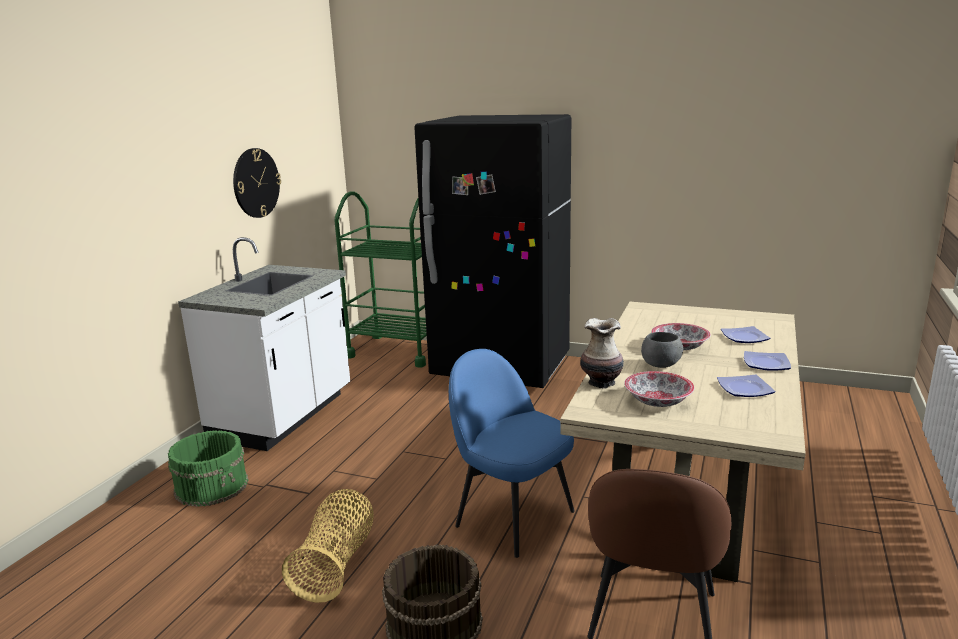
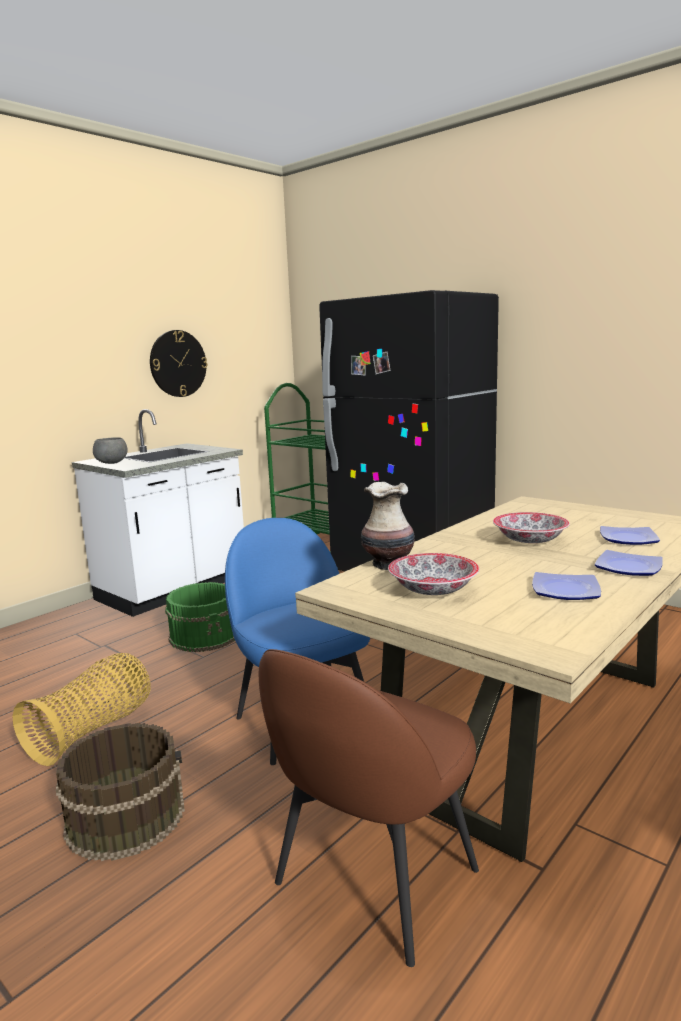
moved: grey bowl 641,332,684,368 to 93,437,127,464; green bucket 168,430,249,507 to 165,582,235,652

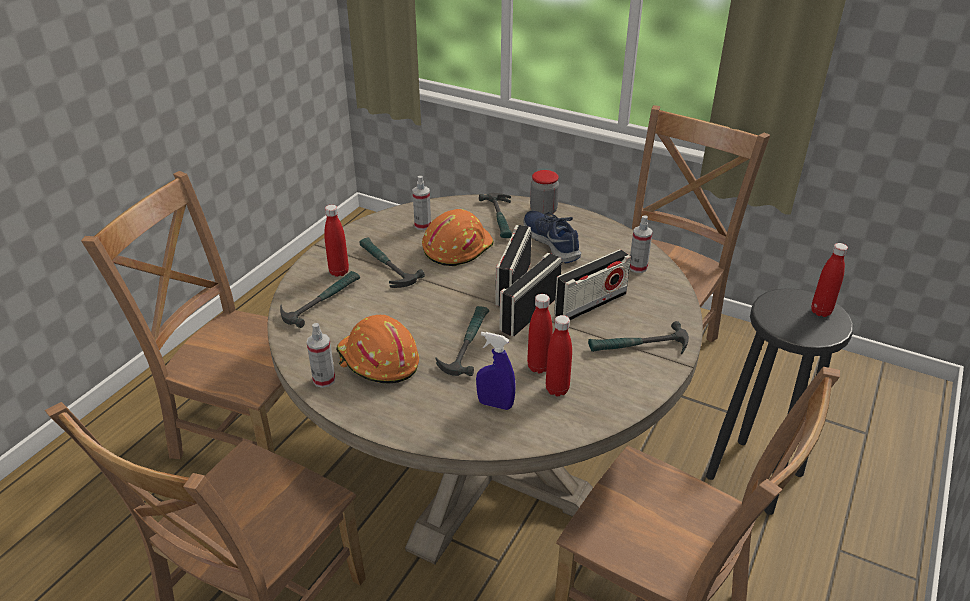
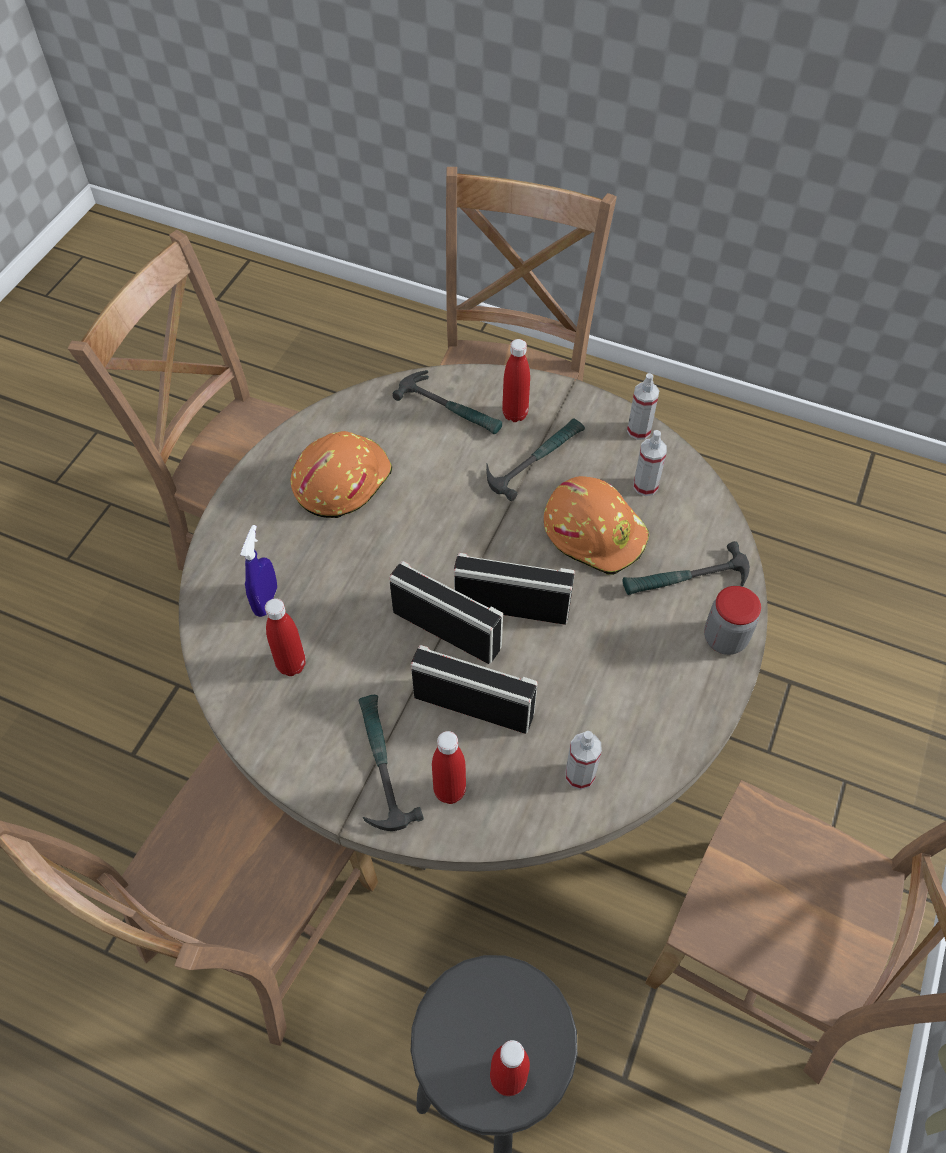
removed: blue shoe 524,211,581,263; hammer 436,306,489,376
moved: red bottle 527,294,553,373 to 432,731,466,804; spray bottle 306,323,335,388 to 627,373,660,440
turned: radio 554,249,631,320 = 411,645,538,734 150 degrees clockwise

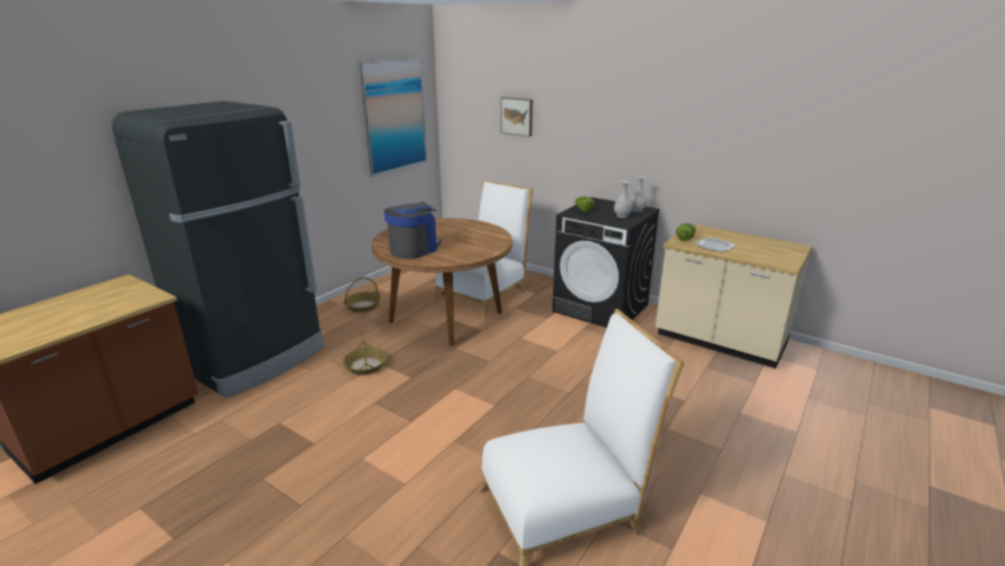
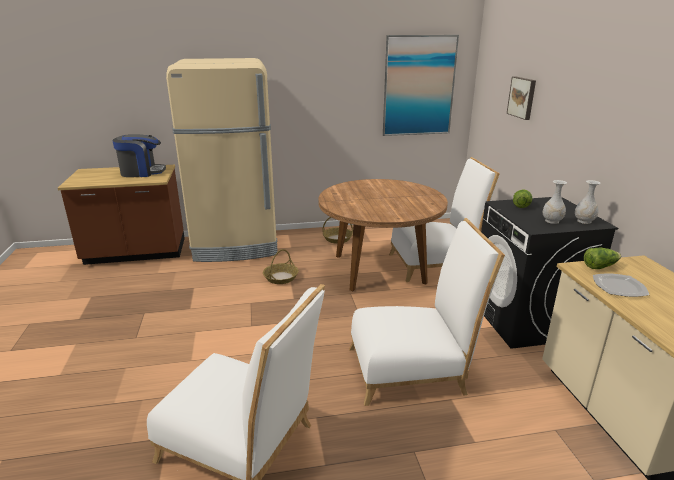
added: white chair 349,218,505,406
moved: coffee machine 384,202,441,259 to 112,134,166,177
recoloured: black fridge 112,101,324,398 to beige fridge 166,58,278,262

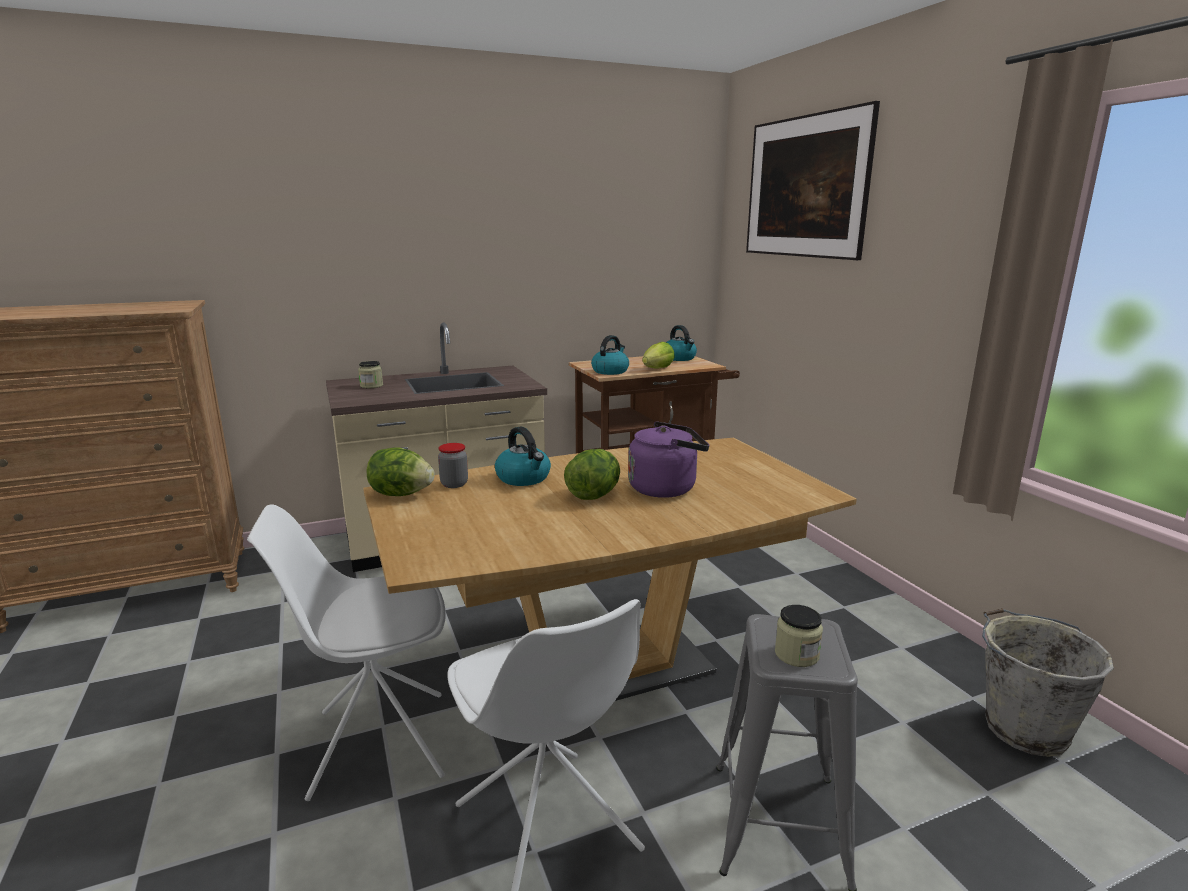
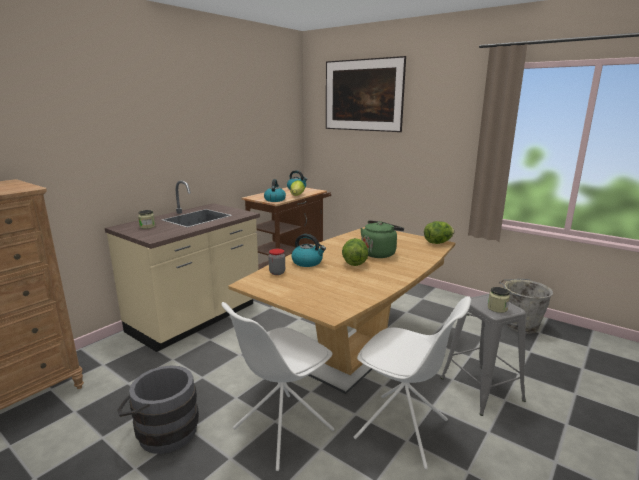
added: grey bucket 117,366,199,454
moved: lettuce 367,448,435,496 to 424,221,455,244
recoloured: purple kettle 628,421,709,498 to green kettle 360,221,404,258

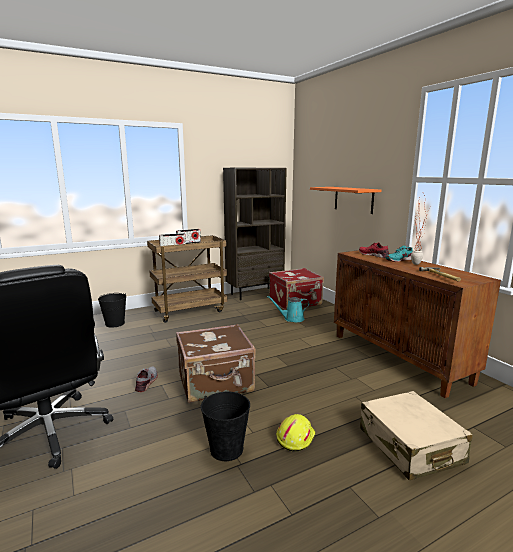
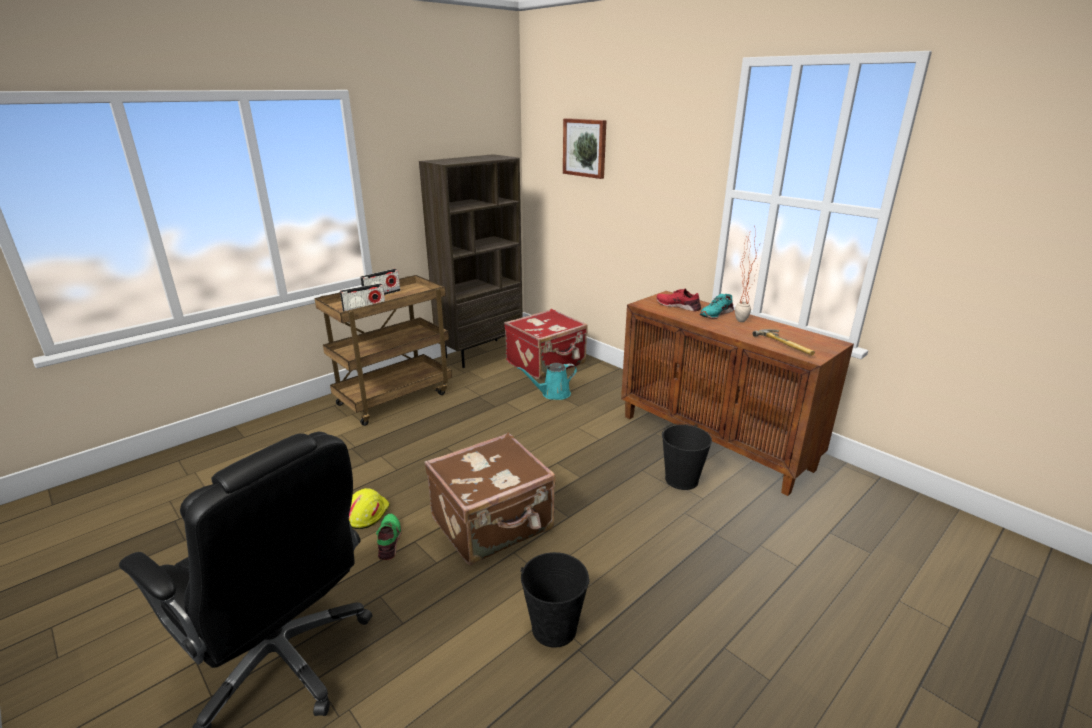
removed: orange shelf 310,187,381,214; beige suitcase 360,391,473,480
added: picture 563,118,607,179
moved: black bucket 98,293,126,328 to 662,424,712,490; yellow hard hat 276,414,315,452 to 349,488,390,529
recoloured: grey shoe 135,367,158,392 to green shoe 376,514,402,560

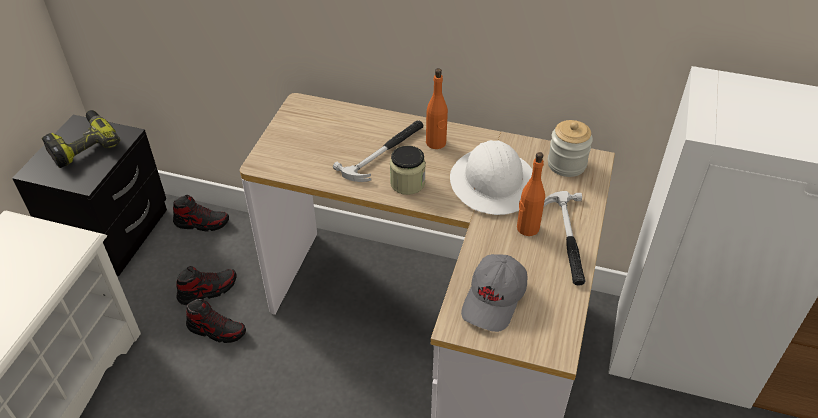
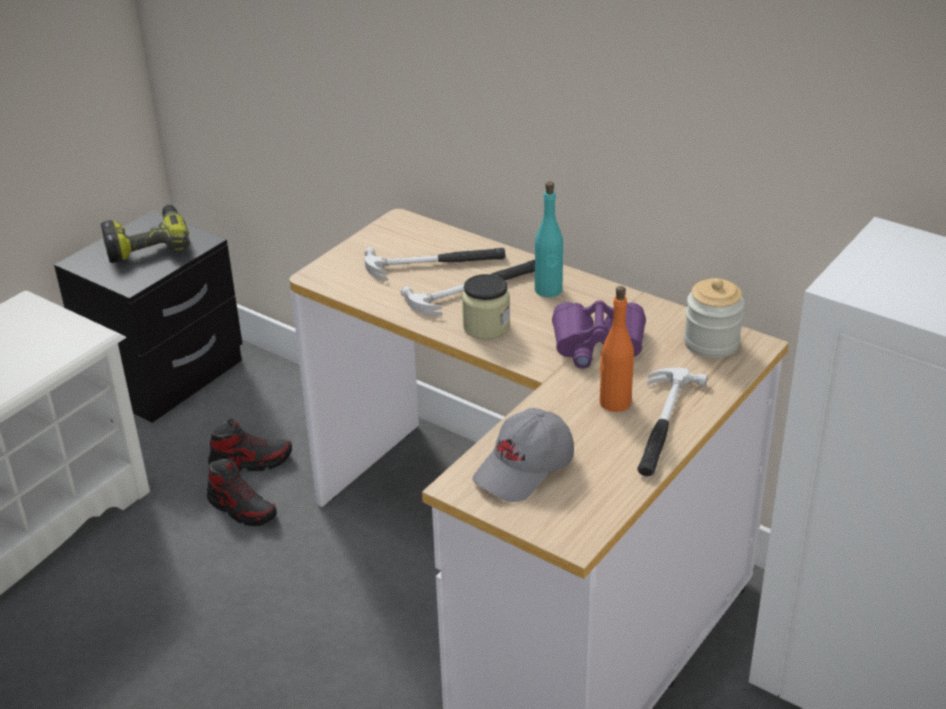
removed: shoe 173,195,229,232
added: hammer 364,247,506,281
replaced: white hard hat 450,140,533,215 to purple binoculars 552,300,646,369
recoloured: orange bottle 426,68,448,149 to turquoise bottle 535,182,563,297

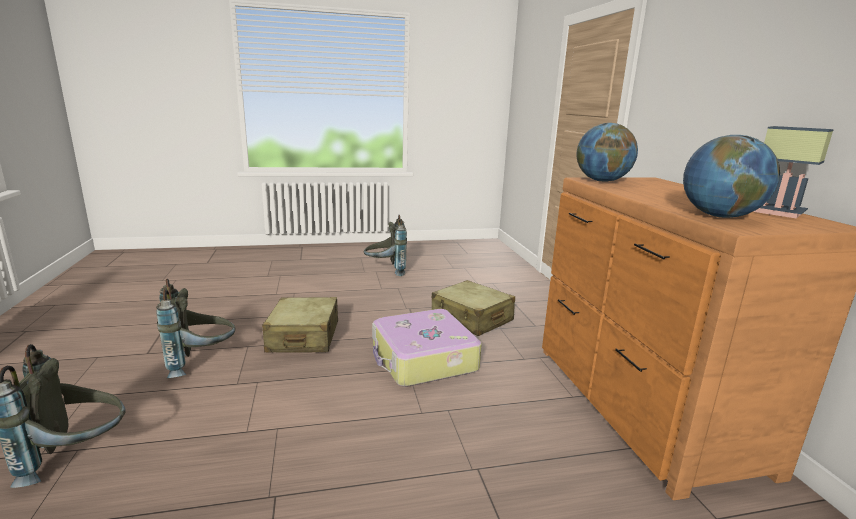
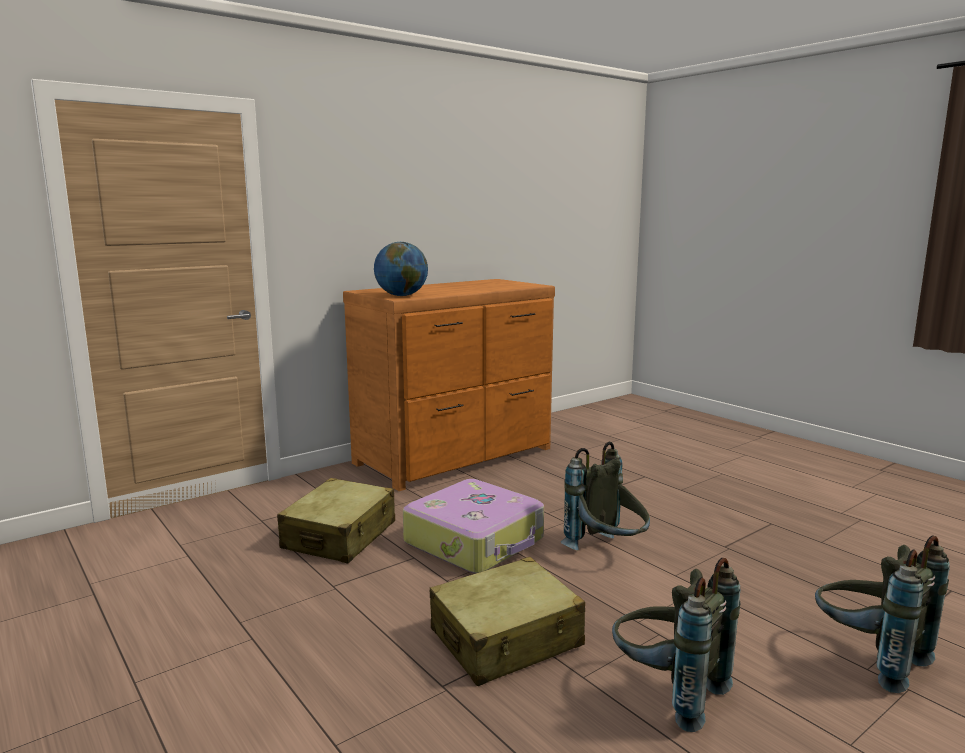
removed: table lamp 753,126,834,218; globe 683,135,780,218
moved: grey backpack 363,215,407,276 to 561,441,650,550

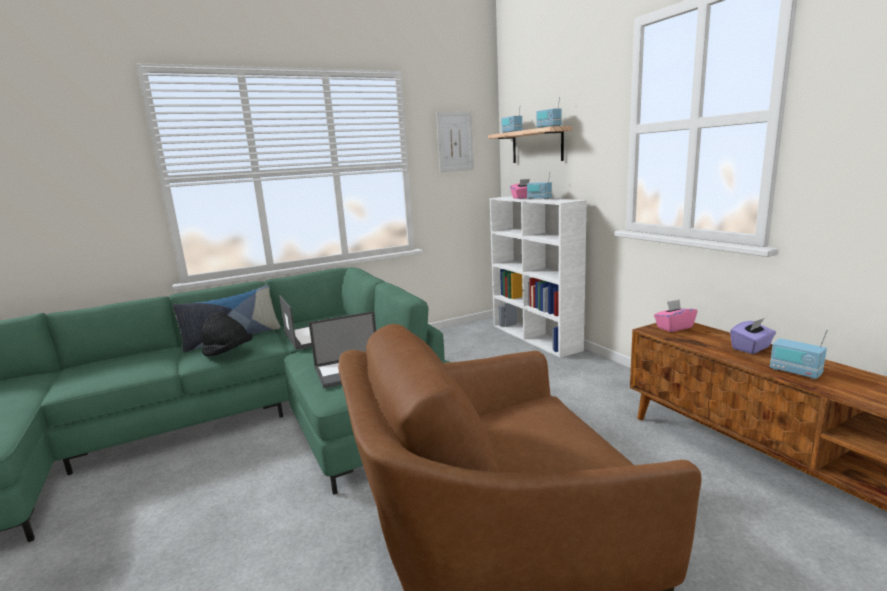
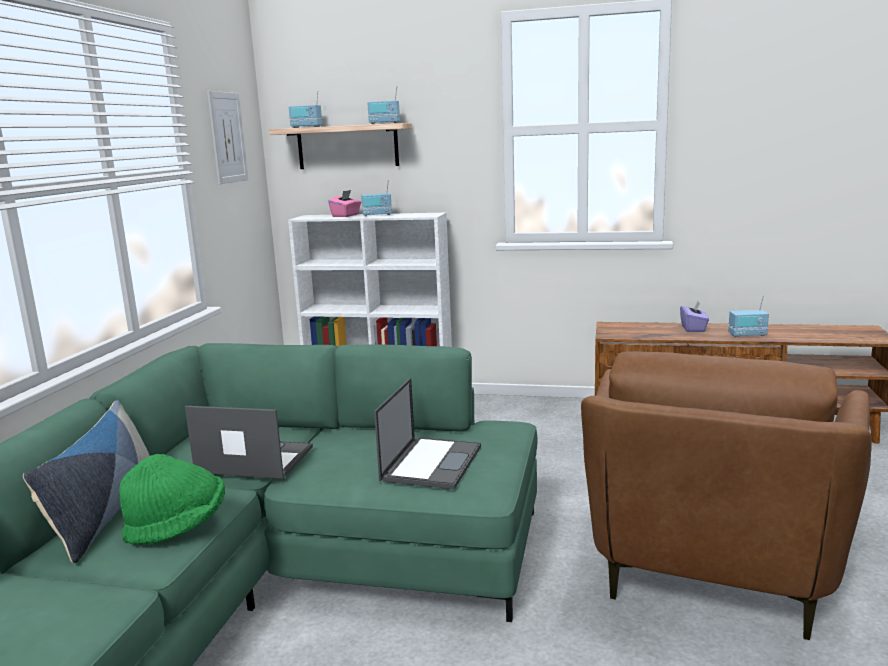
removed: pink tissue box 654,299,698,332
recoloured: black hat 201,312,252,356 to green hat 120,454,225,545

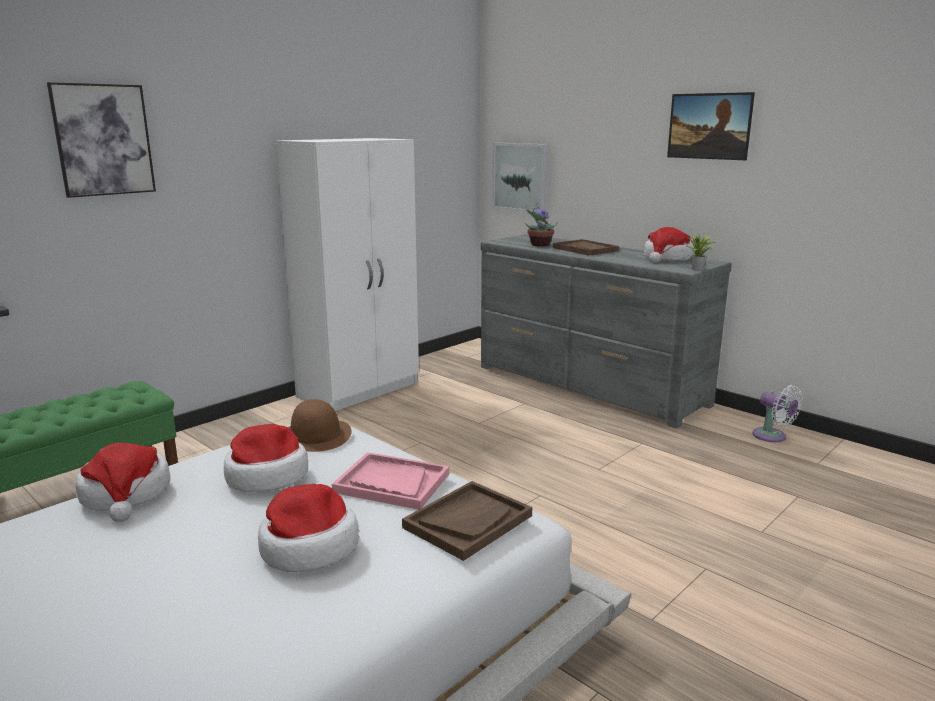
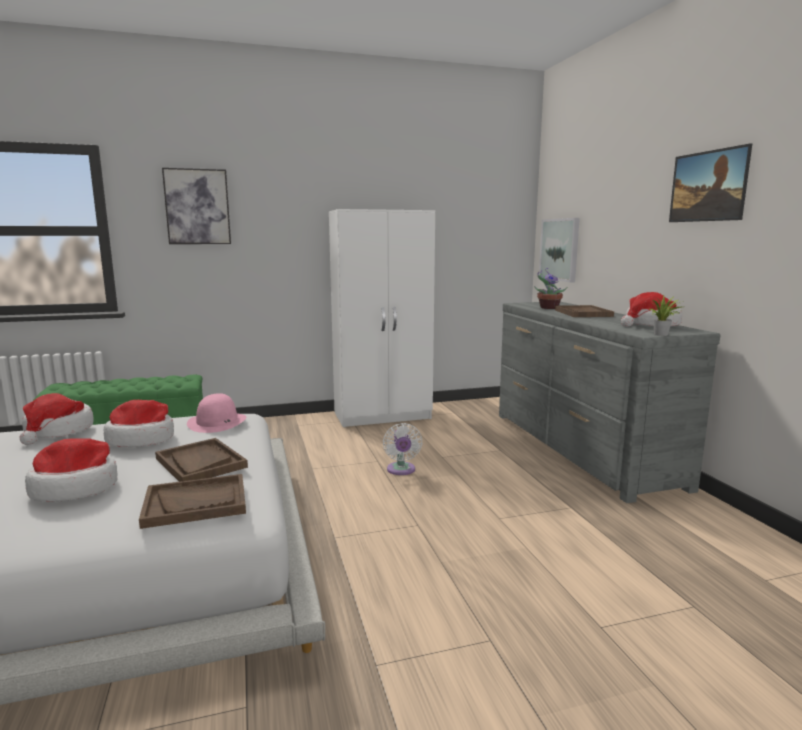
moved: white fan 752,385,802,442 to 383,423,422,475
recoloured: brown hat 288,399,352,452 to pink hat 187,393,246,433; pink tray 332,452,449,510 to brown tray 155,438,248,482

